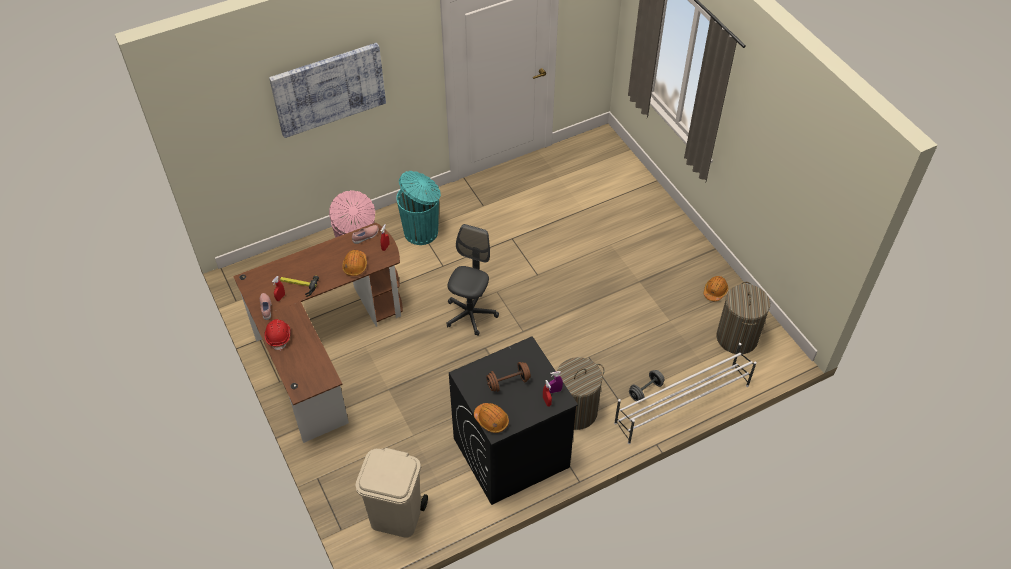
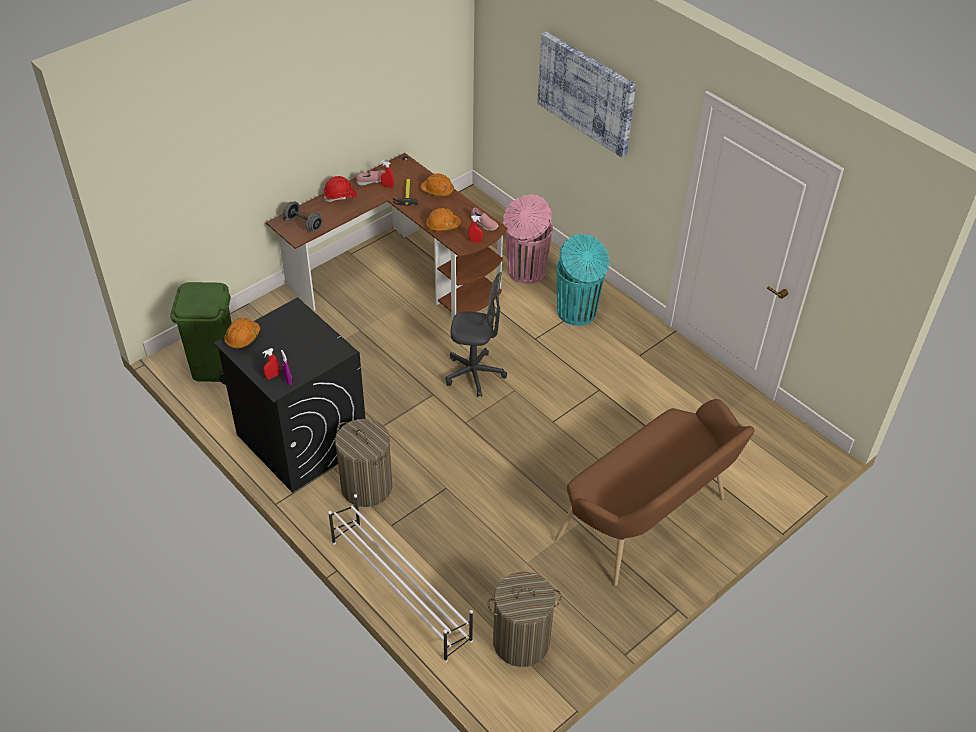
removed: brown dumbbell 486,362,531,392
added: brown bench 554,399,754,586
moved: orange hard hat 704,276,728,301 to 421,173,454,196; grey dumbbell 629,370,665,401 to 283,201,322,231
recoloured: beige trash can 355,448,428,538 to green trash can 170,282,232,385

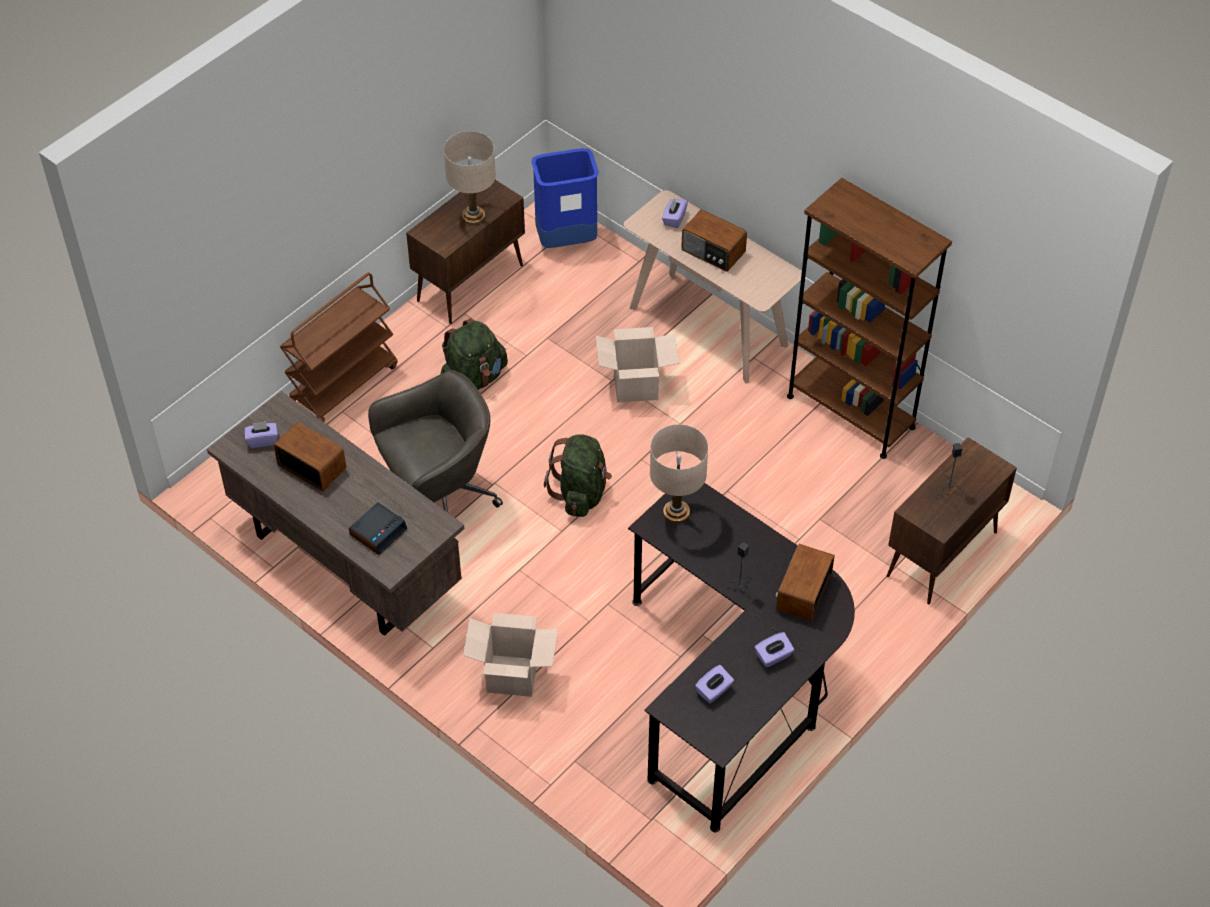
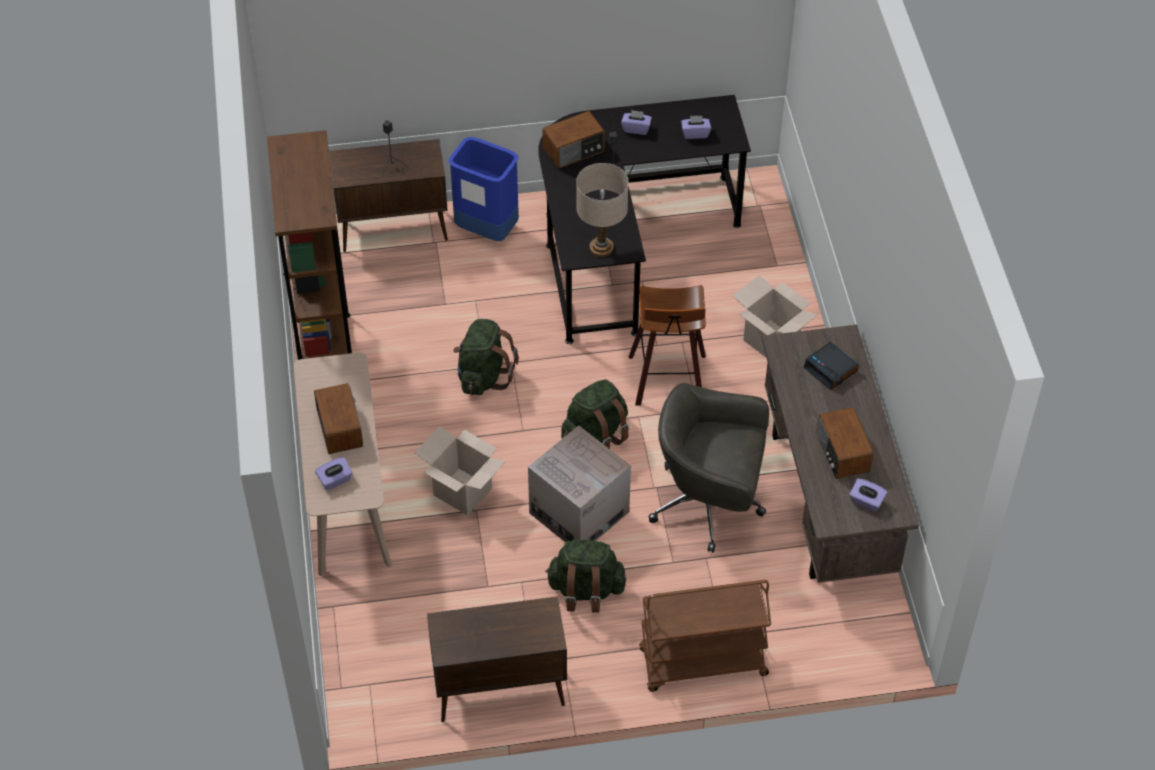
removed: beige table lamp 443,131,496,225
added: stool 629,285,706,406; green backpack 453,319,519,395; cardboard box 528,425,631,542
moved: blue trash can 531,148,599,248 to 448,137,519,241
turned: alarm clock 349,502,407,555 = 804,342,859,390 120 degrees counterclockwise

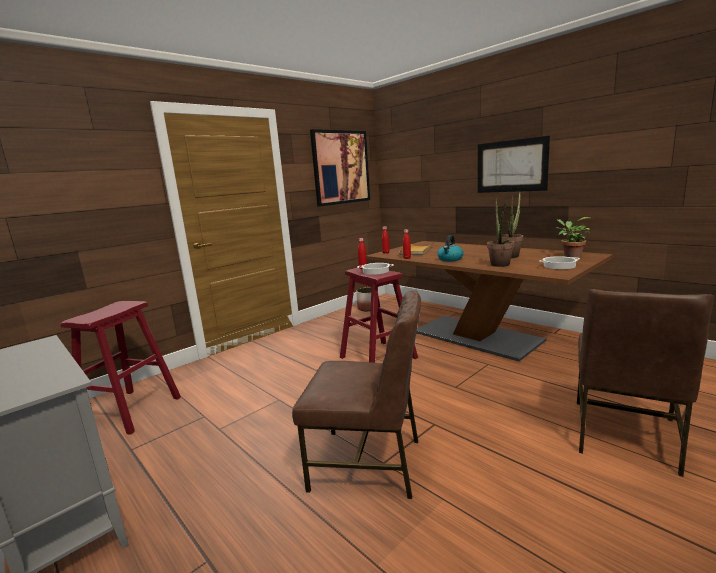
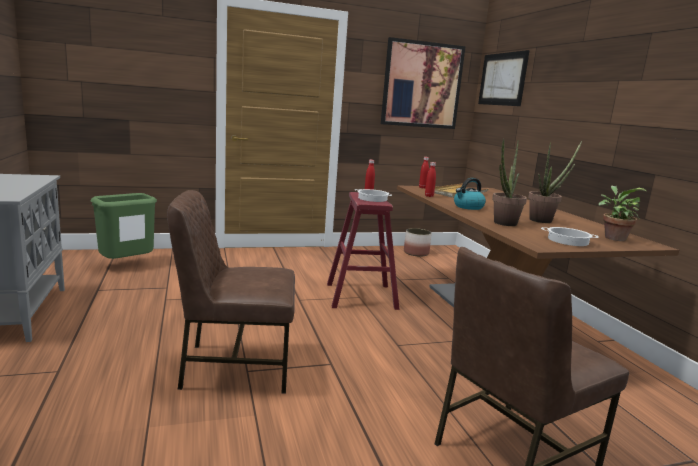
moved: picture 478,136,550,193 to 478,50,530,106
replaced: red stool 60,301,181,435 to green trash can 91,193,157,259
turned: brown chair 292,290,421,499 = 167,190,295,394 135 degrees clockwise

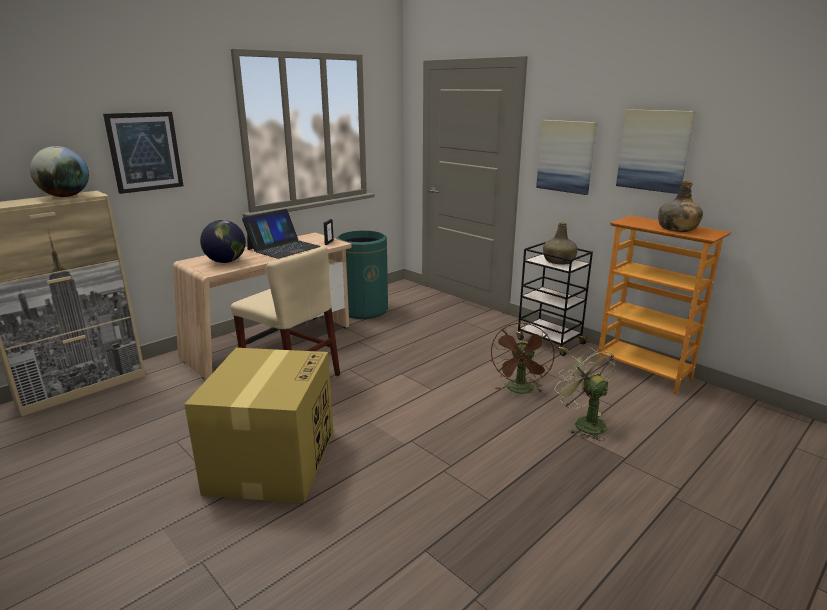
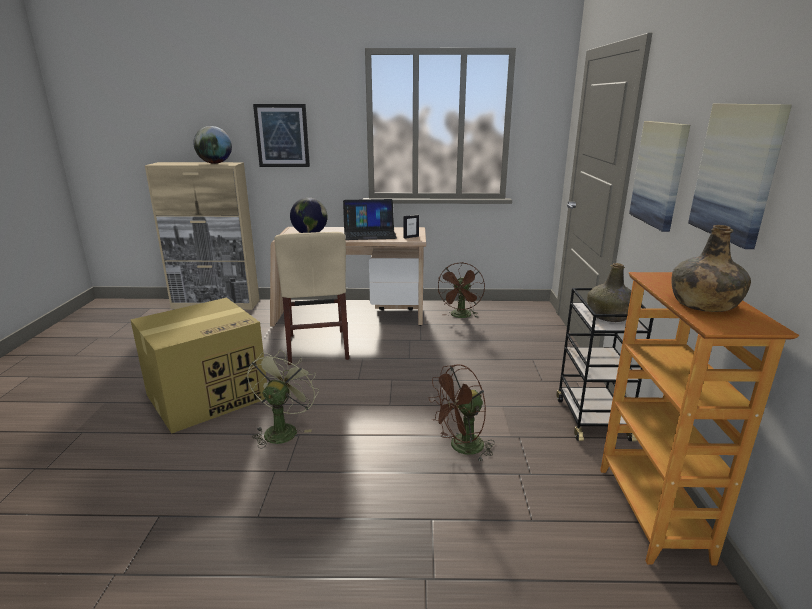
moved: green fan 554,347,615,441 to 247,350,319,449
replaced: green trash can 336,231,388,319 to brown fan 438,263,485,318

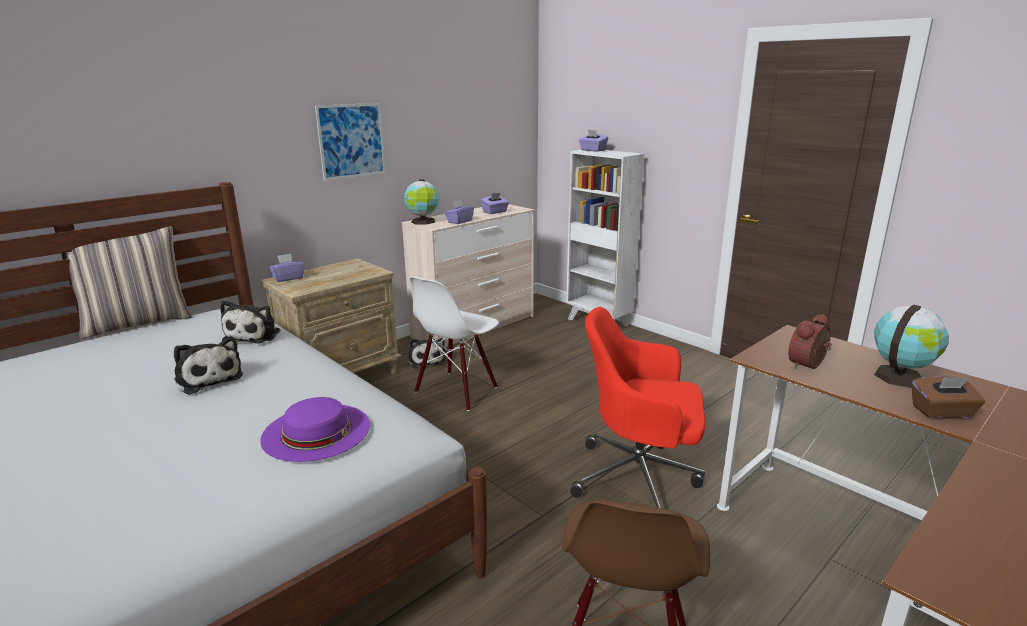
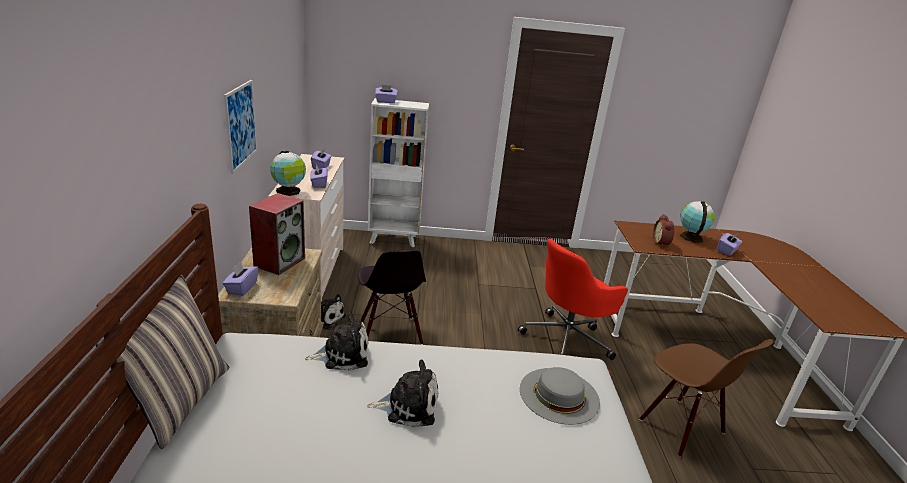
added: speaker 249,193,305,275
recoloured: white chair 410,277,499,411 to black chair 358,250,426,345; brown tissue box 912,376,985,419 to purple tissue box 718,233,742,256; purple hat 260,397,370,462 to grey hat 520,367,600,425
turned: plush toy 220,300,280,344 = 305,313,368,371 60 degrees counterclockwise

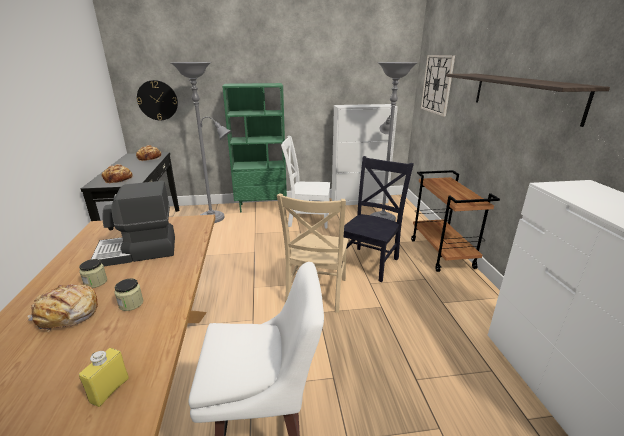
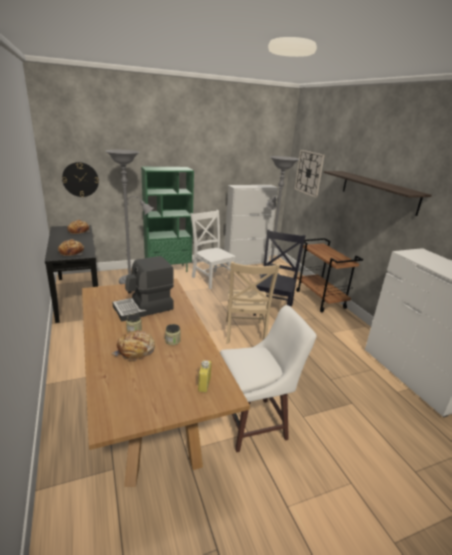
turned: white chair 281,136,330,228 = 190,210,236,289 60 degrees clockwise

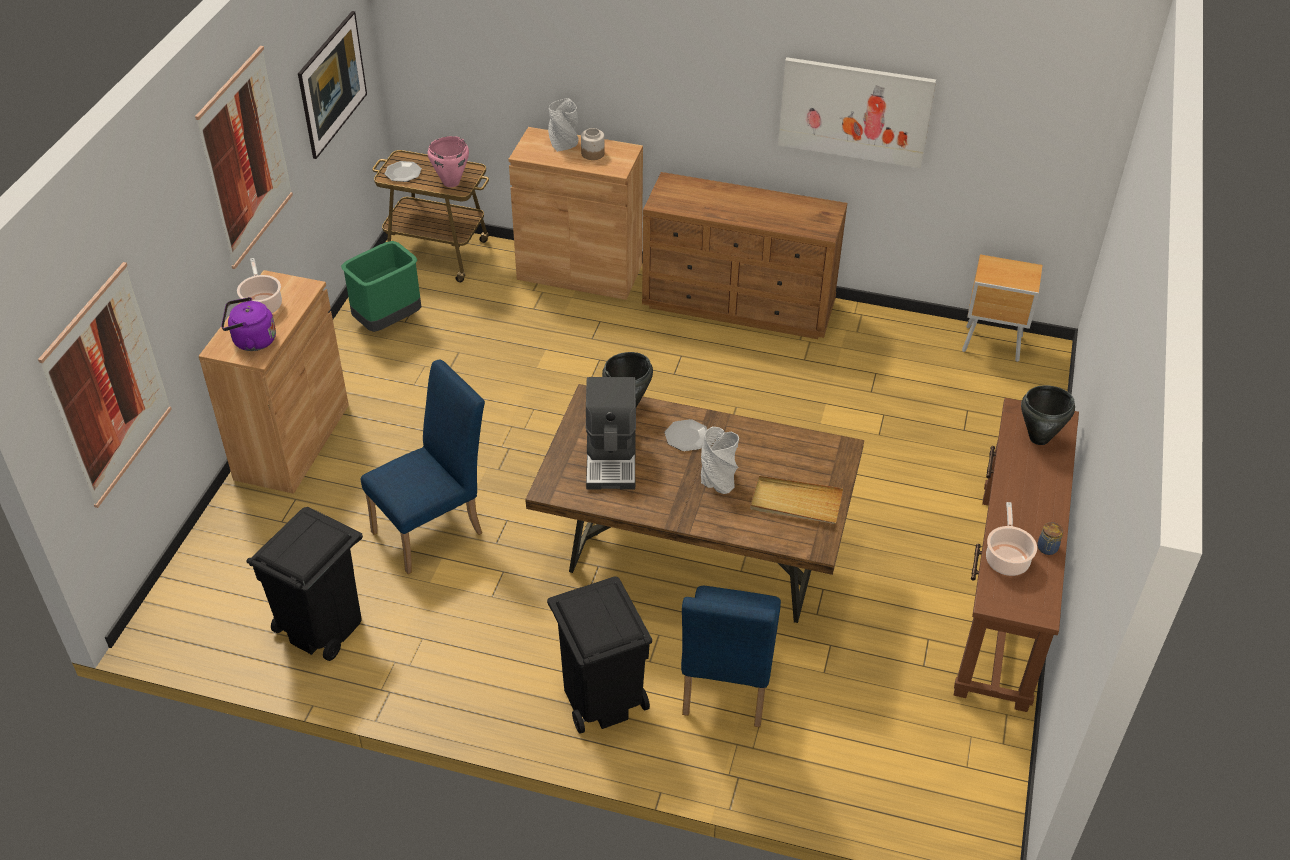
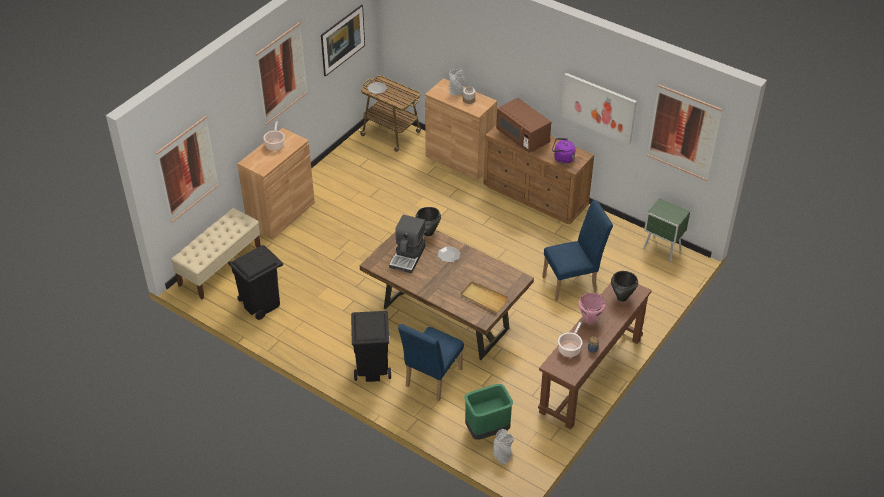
added: picture 647,84,722,181; brown microwave 496,98,551,153; beige bench 171,208,261,299
moved: pink cooking pot 427,136,469,187 to 578,293,605,324; green trash can 341,241,421,332 to 464,384,513,440; purple kettle 221,297,276,351 to 552,138,576,164; blue chair 361,359,485,574 to 542,200,613,301; grey vase 701,427,739,494 to 493,429,514,464
recoloured: brown nightstand 962,254,1042,362 to green nightstand 643,198,690,262

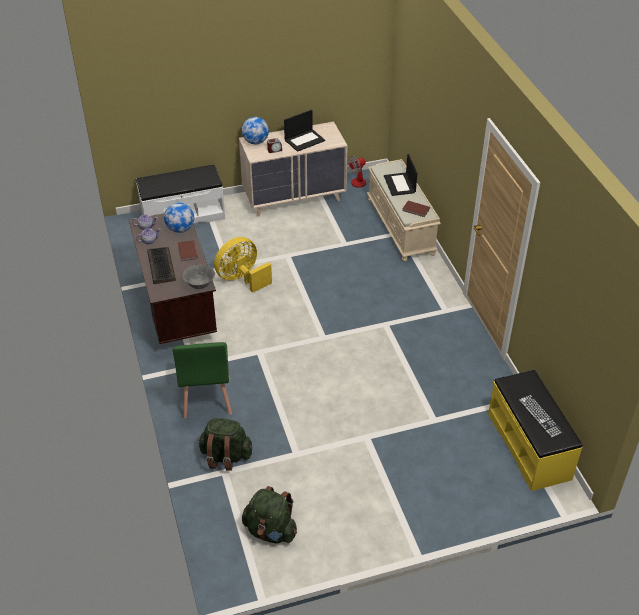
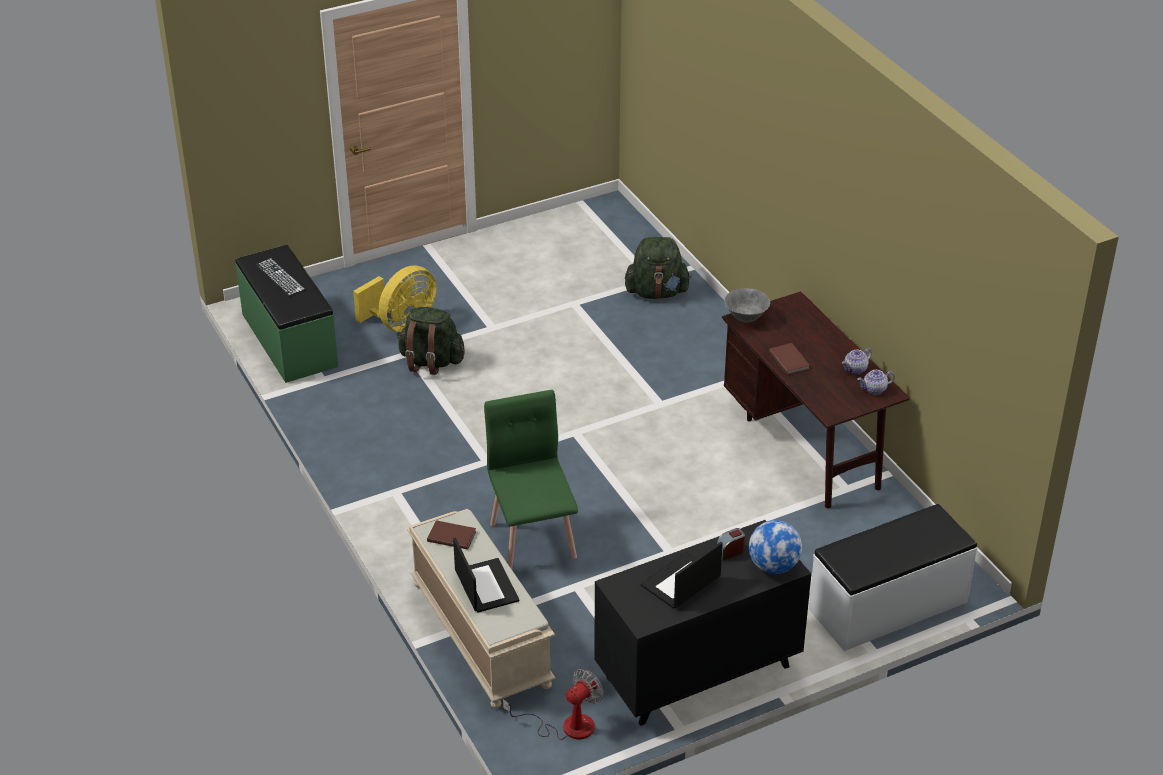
removed: globe 164,202,194,233; keyboard 147,247,176,284
moved: yellow fan 214,237,272,293 to 353,266,436,332; green chair 173,342,232,418 to 484,390,578,569; green backpack 242,486,297,543 to 397,307,465,375
recoloured: beige dresser 239,122,348,217 to black dresser 594,520,812,726; yellow bench 488,370,582,491 to green bench 235,245,338,383

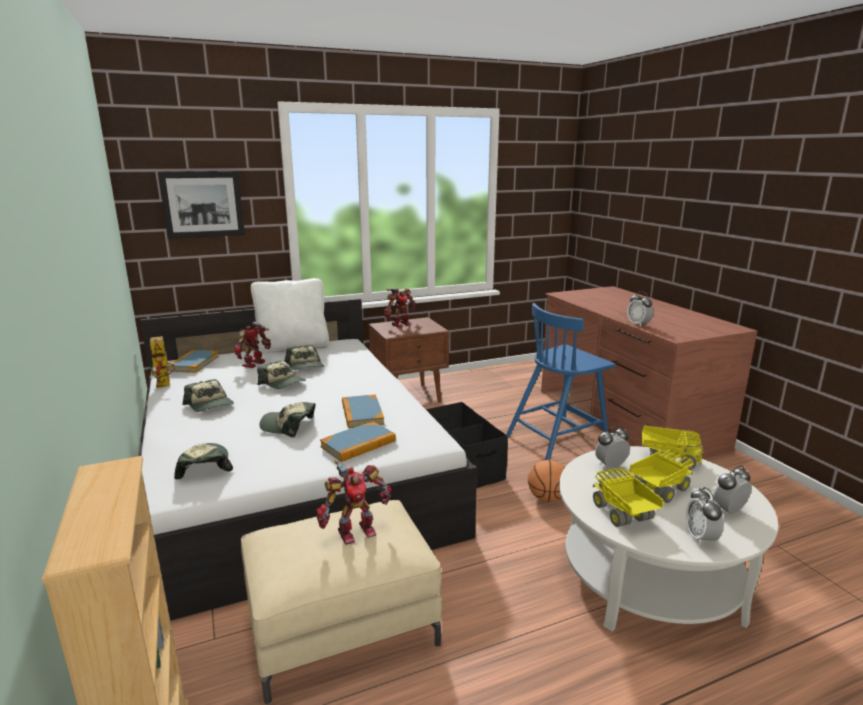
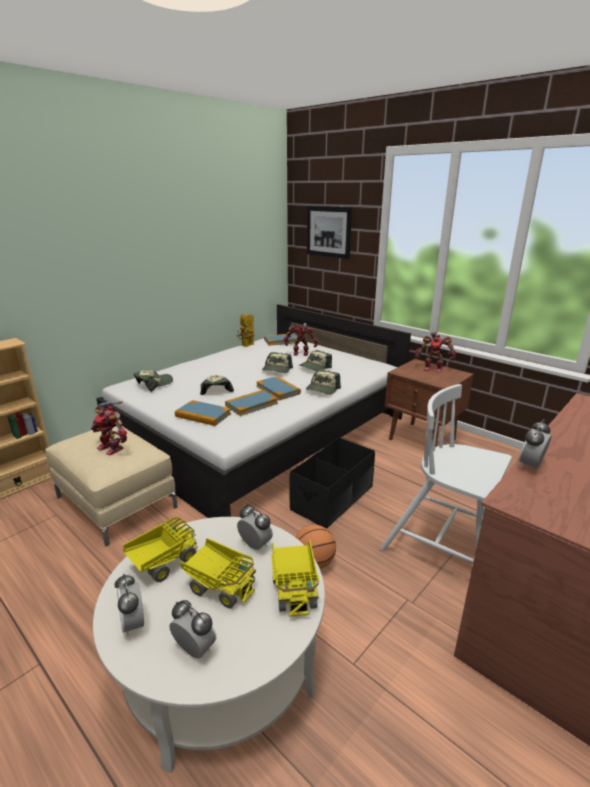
removed: white pillow 251,278,329,352
added: book 256,376,301,400
moved: cap 182,379,234,412 to 306,369,341,395
recoloured: blue chair 506,303,615,460 to white chair 380,384,512,563
turned: alarm clock 686,487,724,546 = 115,573,144,636 90 degrees counterclockwise

